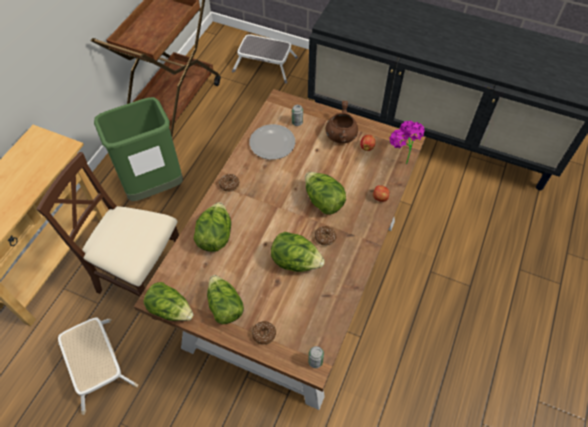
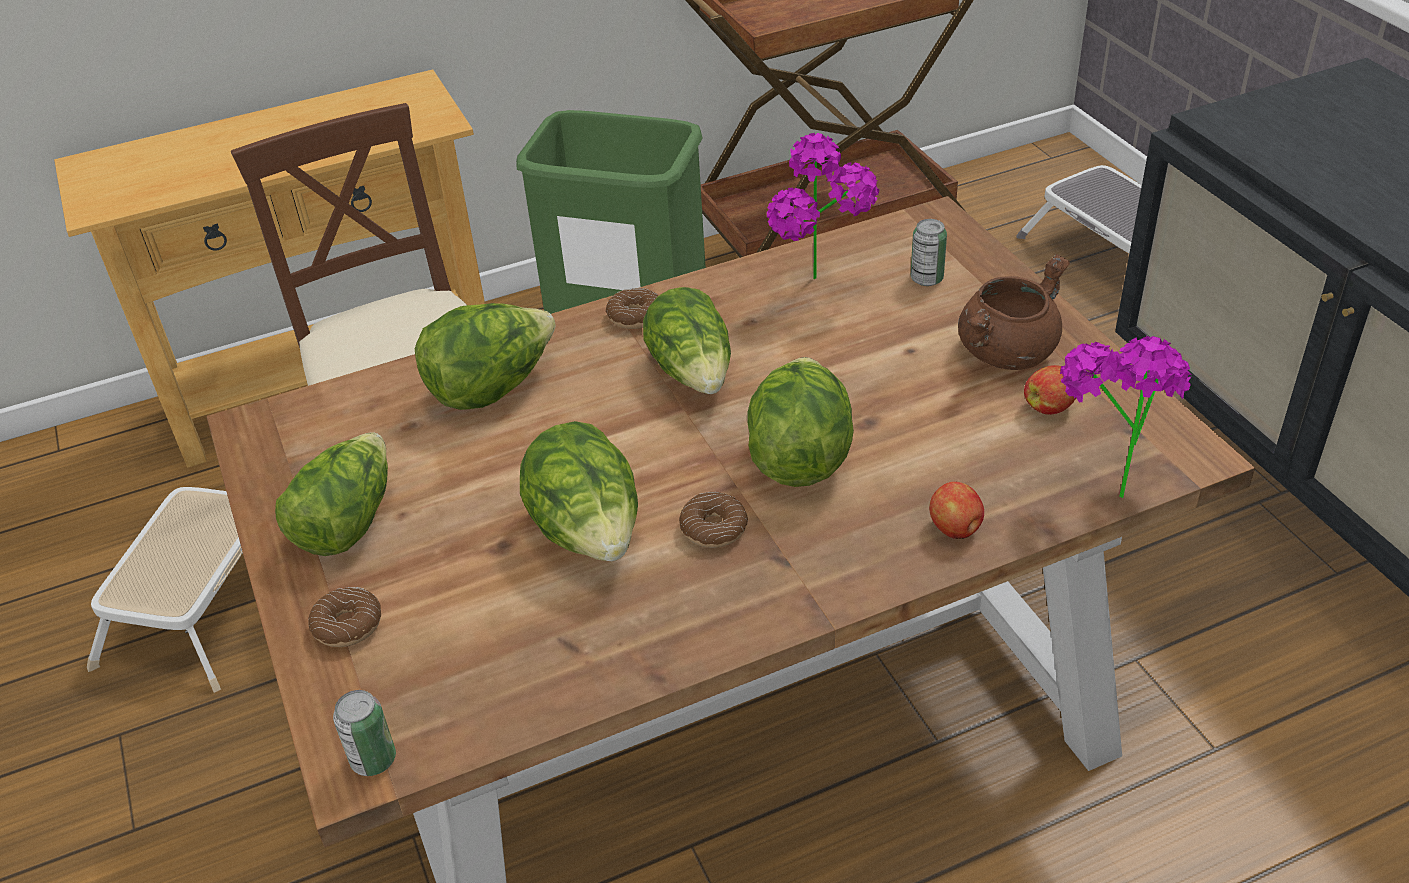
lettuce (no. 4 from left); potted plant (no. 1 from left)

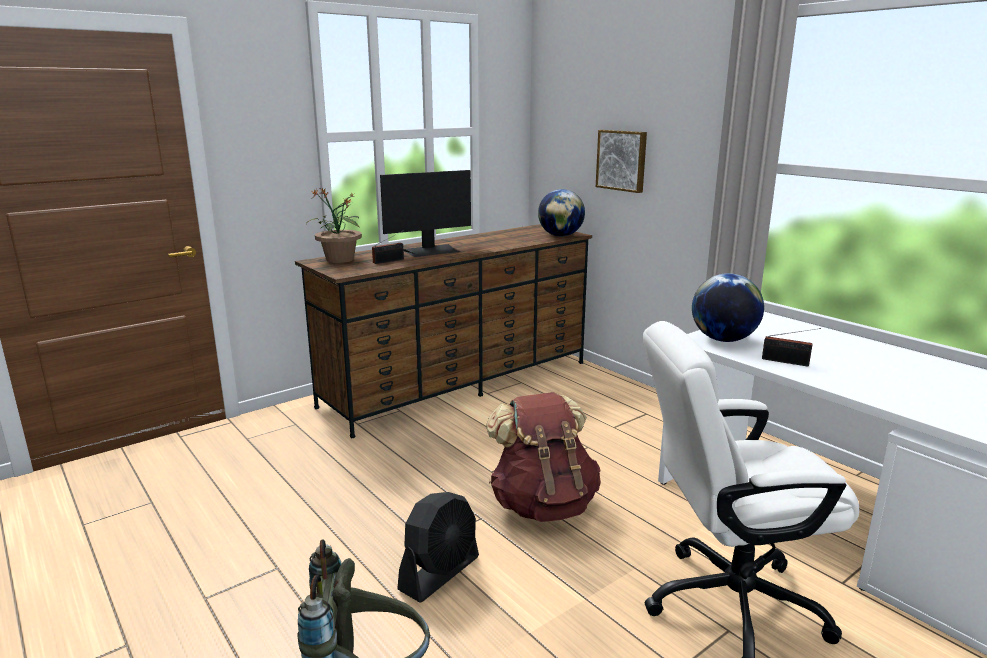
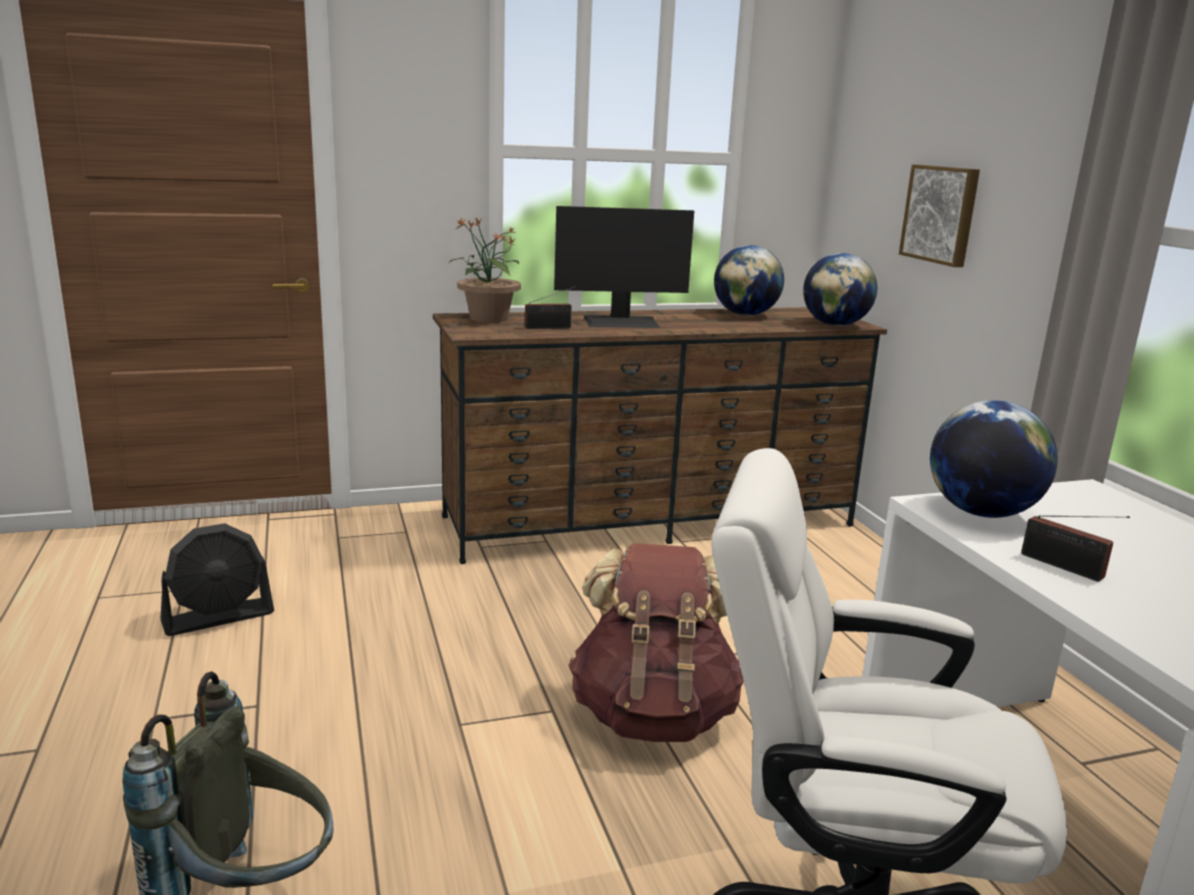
fan in black; globe (no. 1 from left)

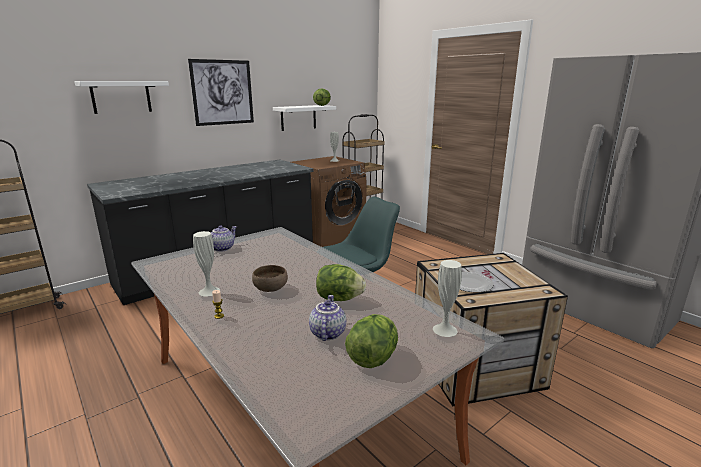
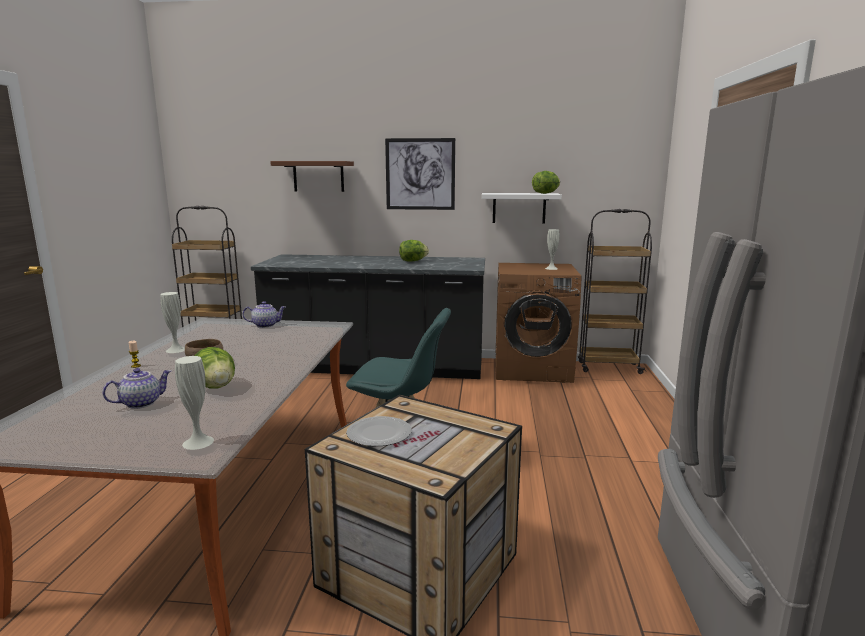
shelf in brown; lettuce (no. 2 from left)

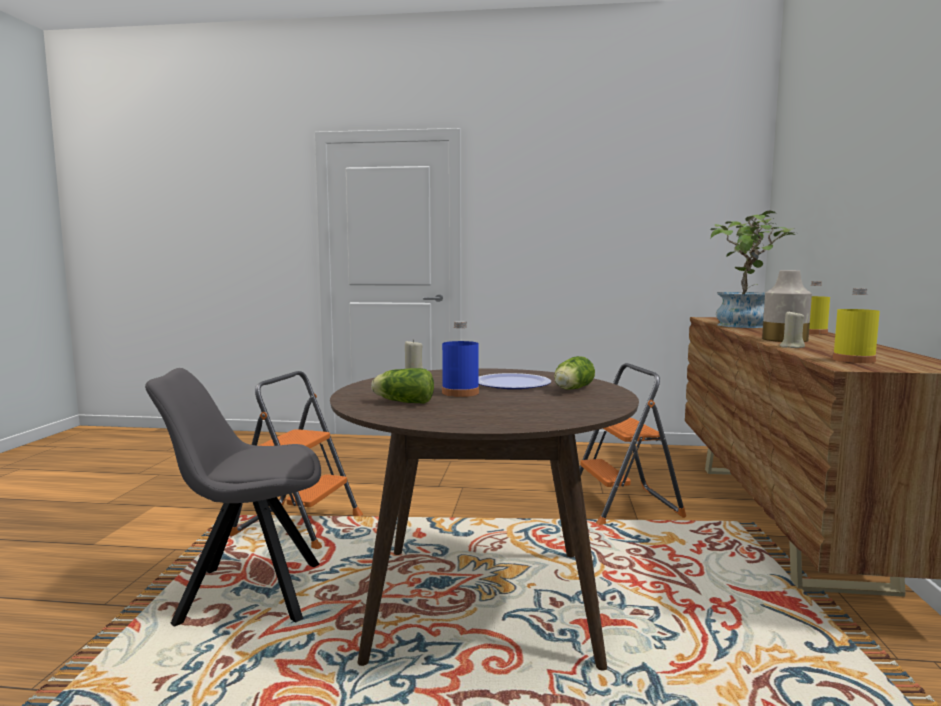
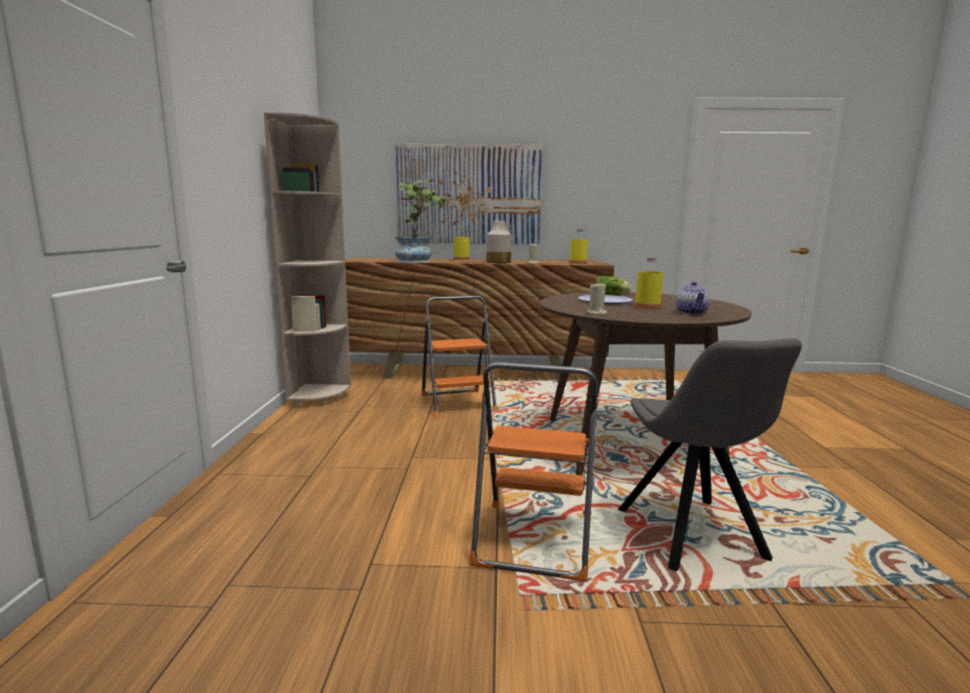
teapot; bottle in yellow (no. 3 from left); bookcase in beige; picture

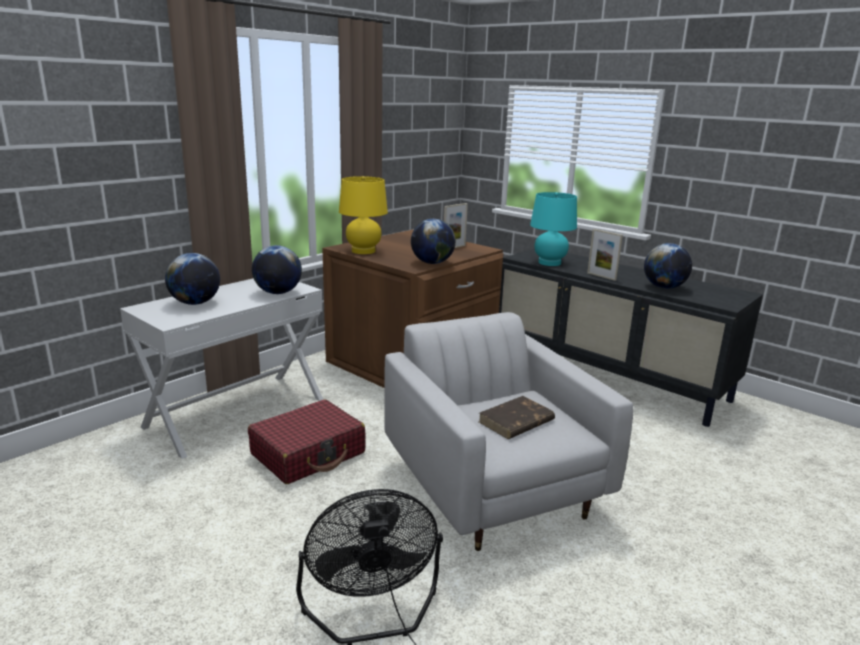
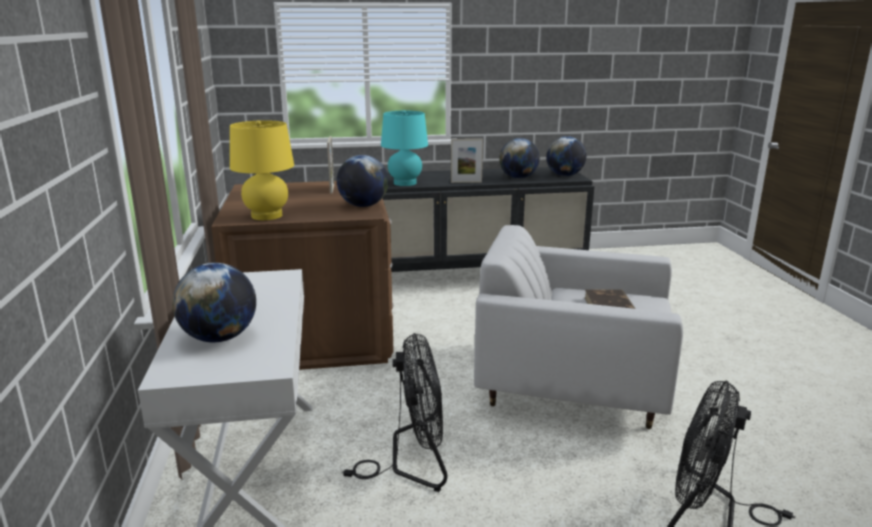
fan in black (no. 1 from left); globe (no. 4 from left)

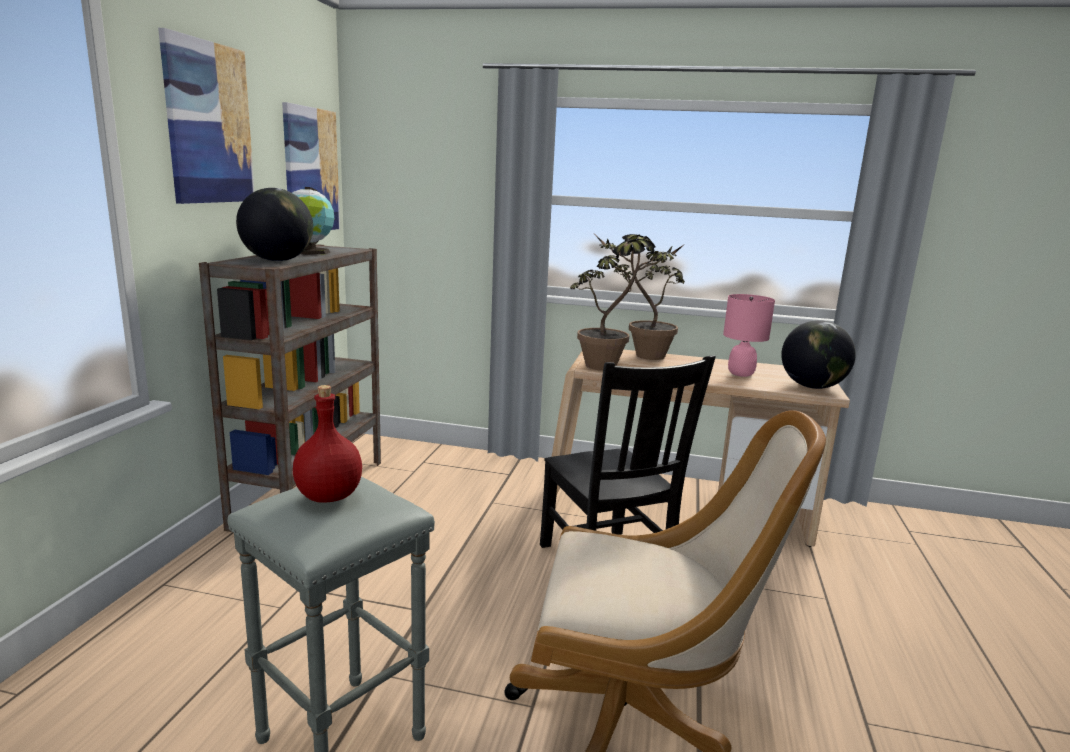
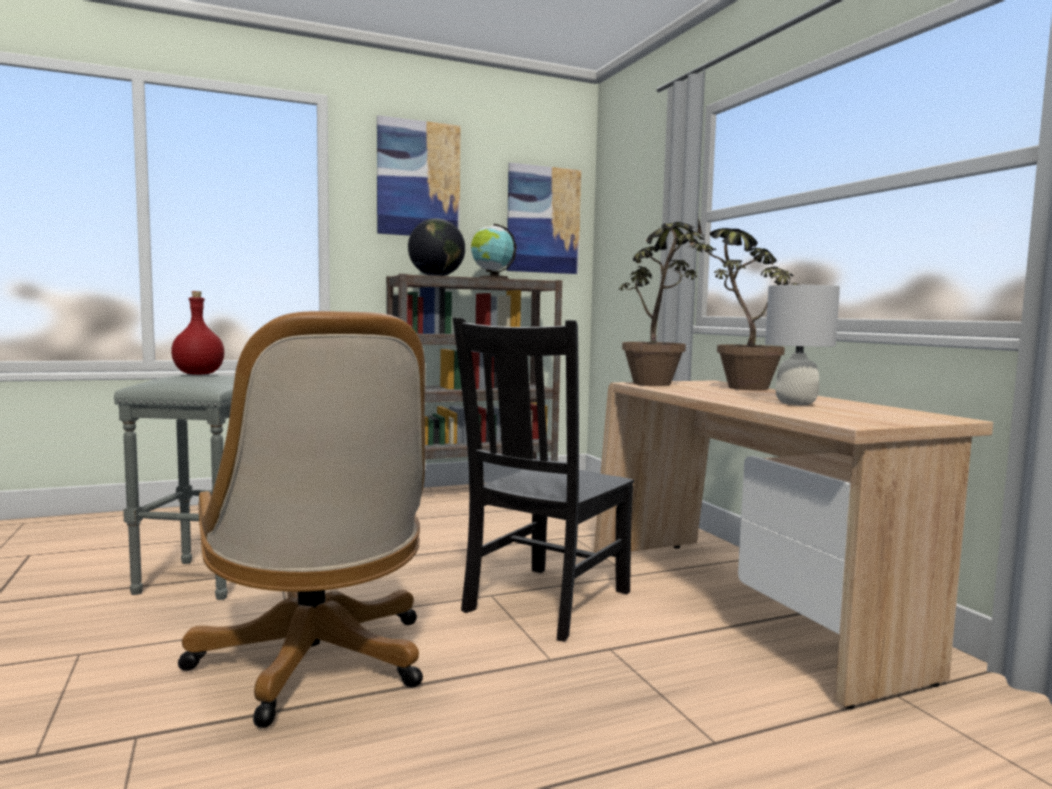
table lamp in grey; globe (no. 3 from left in the first image)

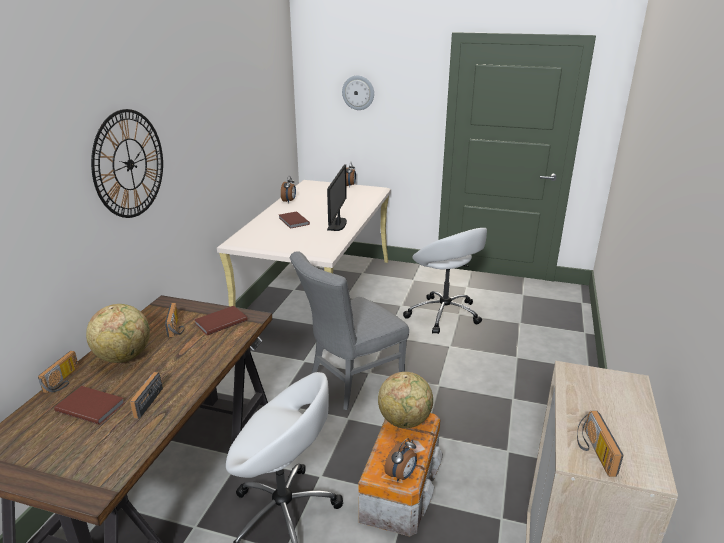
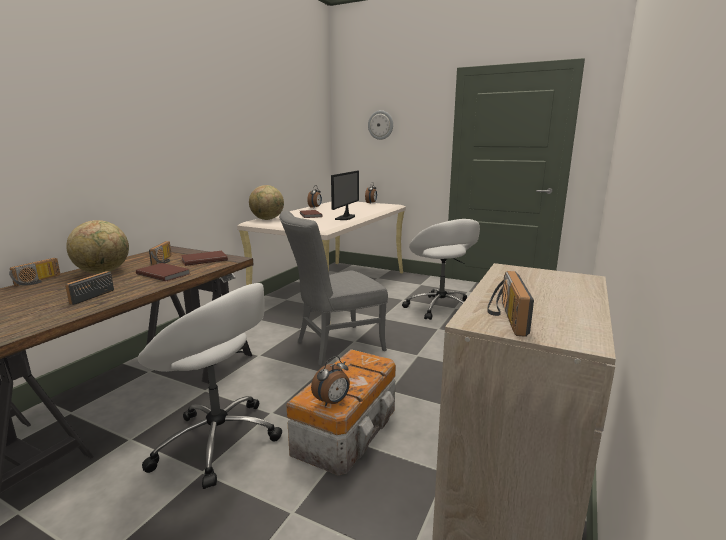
book in brown (no. 1 from left); wall clock (no. 1 from left in the first image); globe (no. 2 from left)

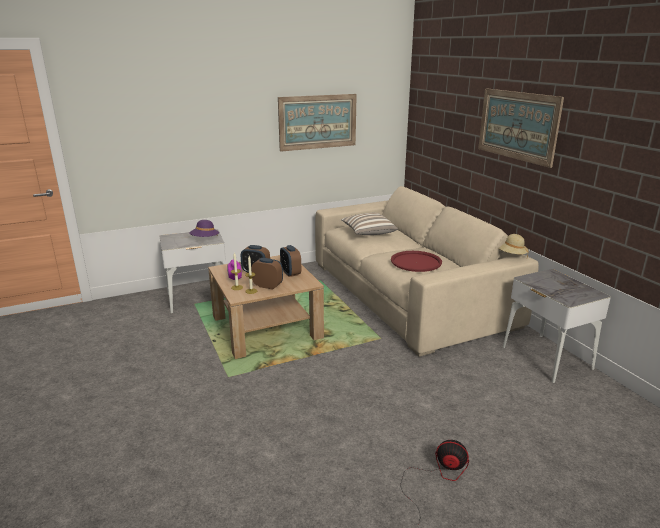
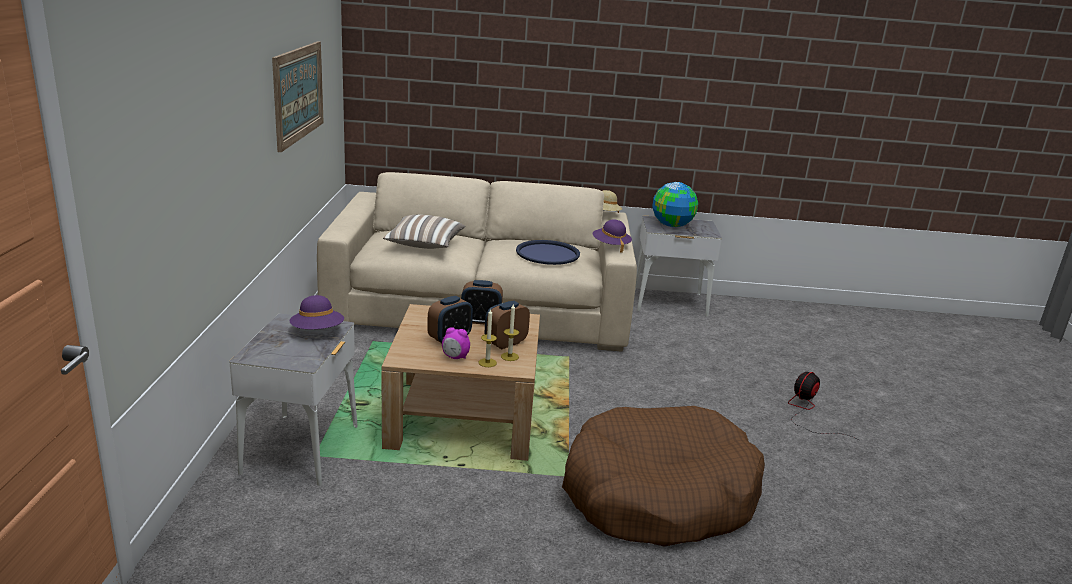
tray in blue; picture (no. 2 from left in the first image); dog bed in brown; hat in purple (no. 2 from left); globe

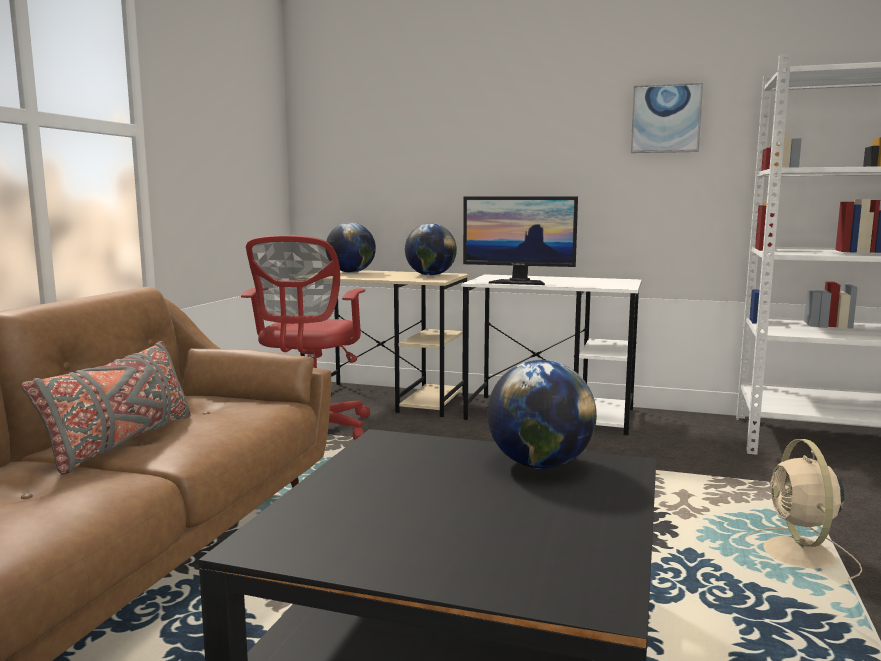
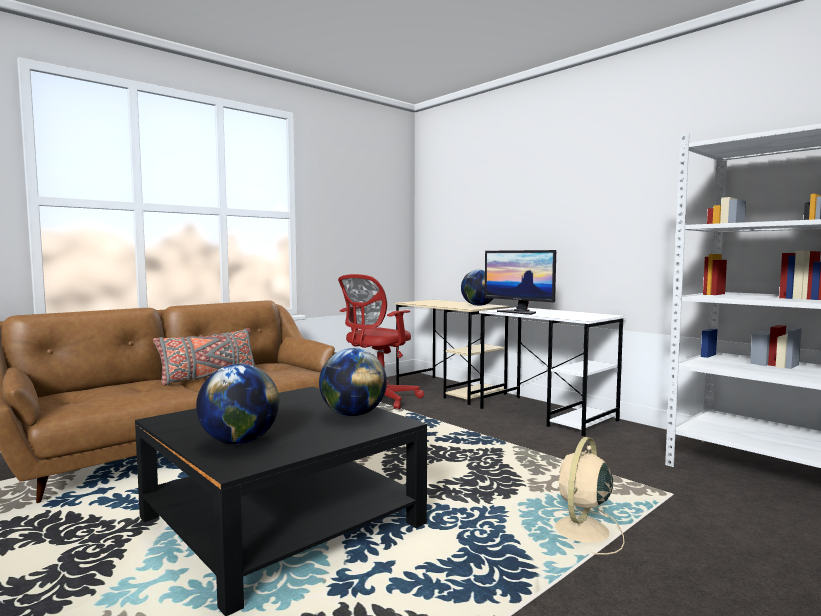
globe (no. 1 from left); picture

